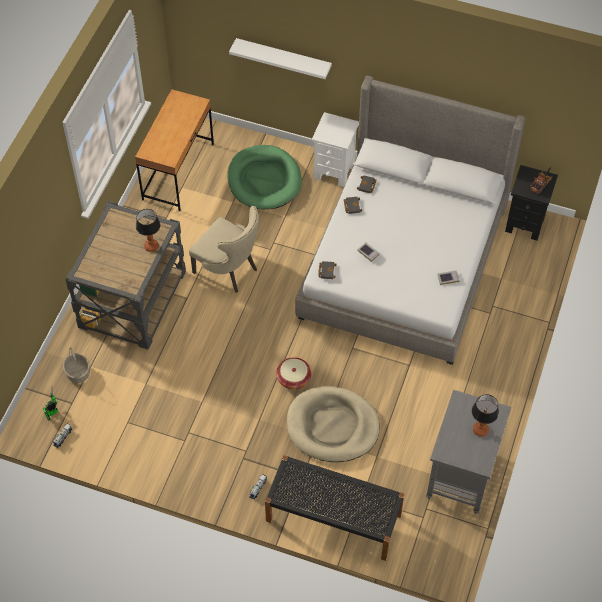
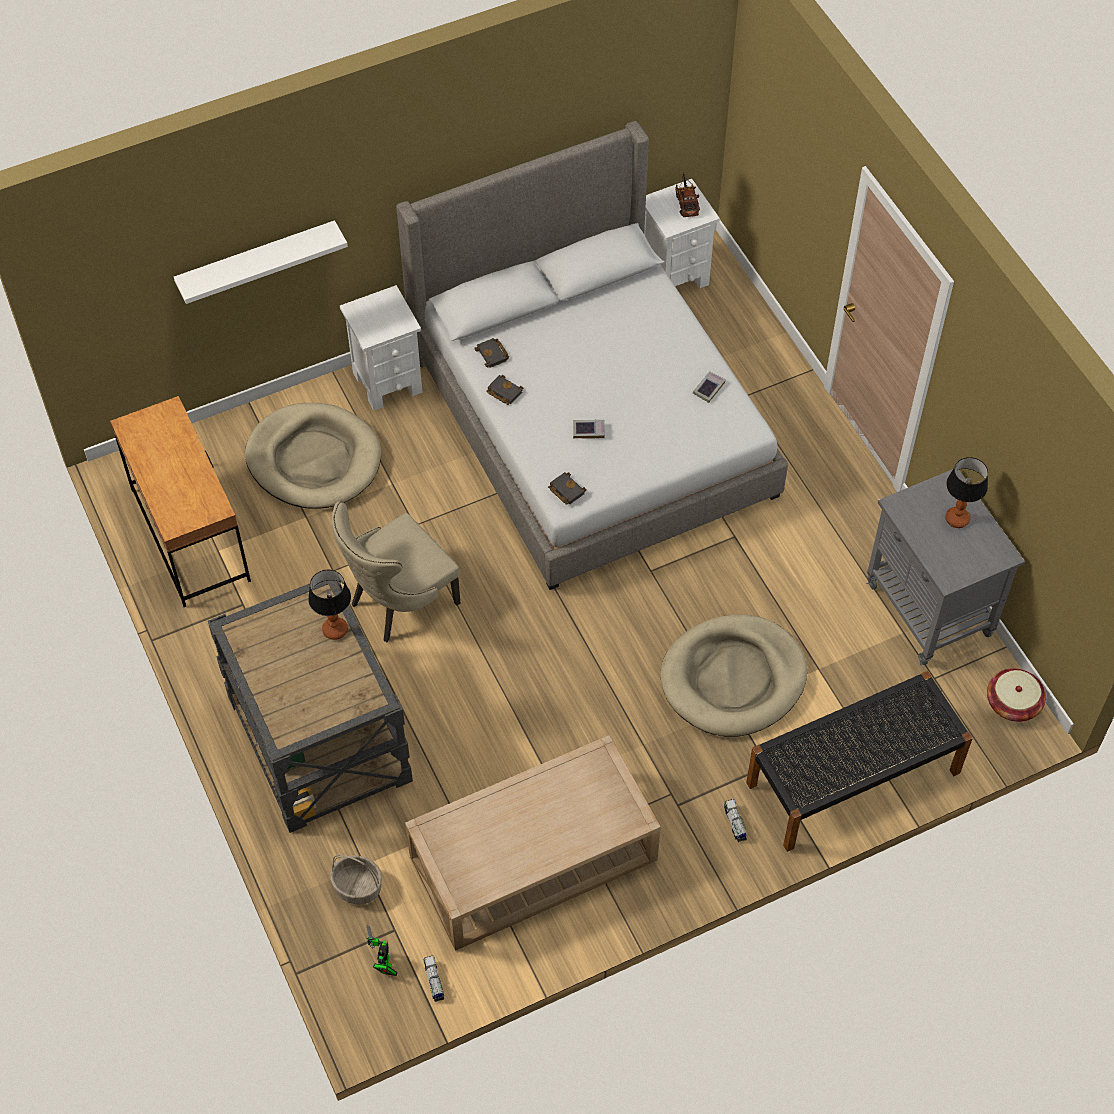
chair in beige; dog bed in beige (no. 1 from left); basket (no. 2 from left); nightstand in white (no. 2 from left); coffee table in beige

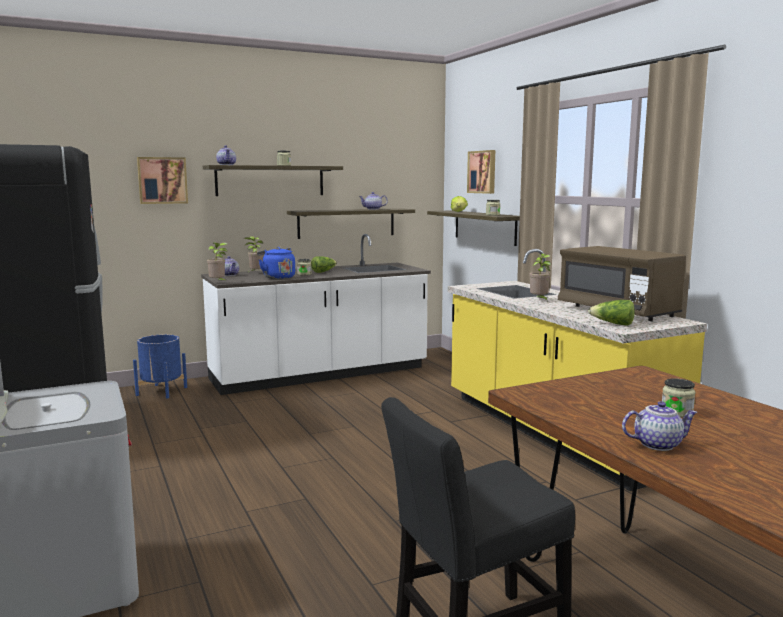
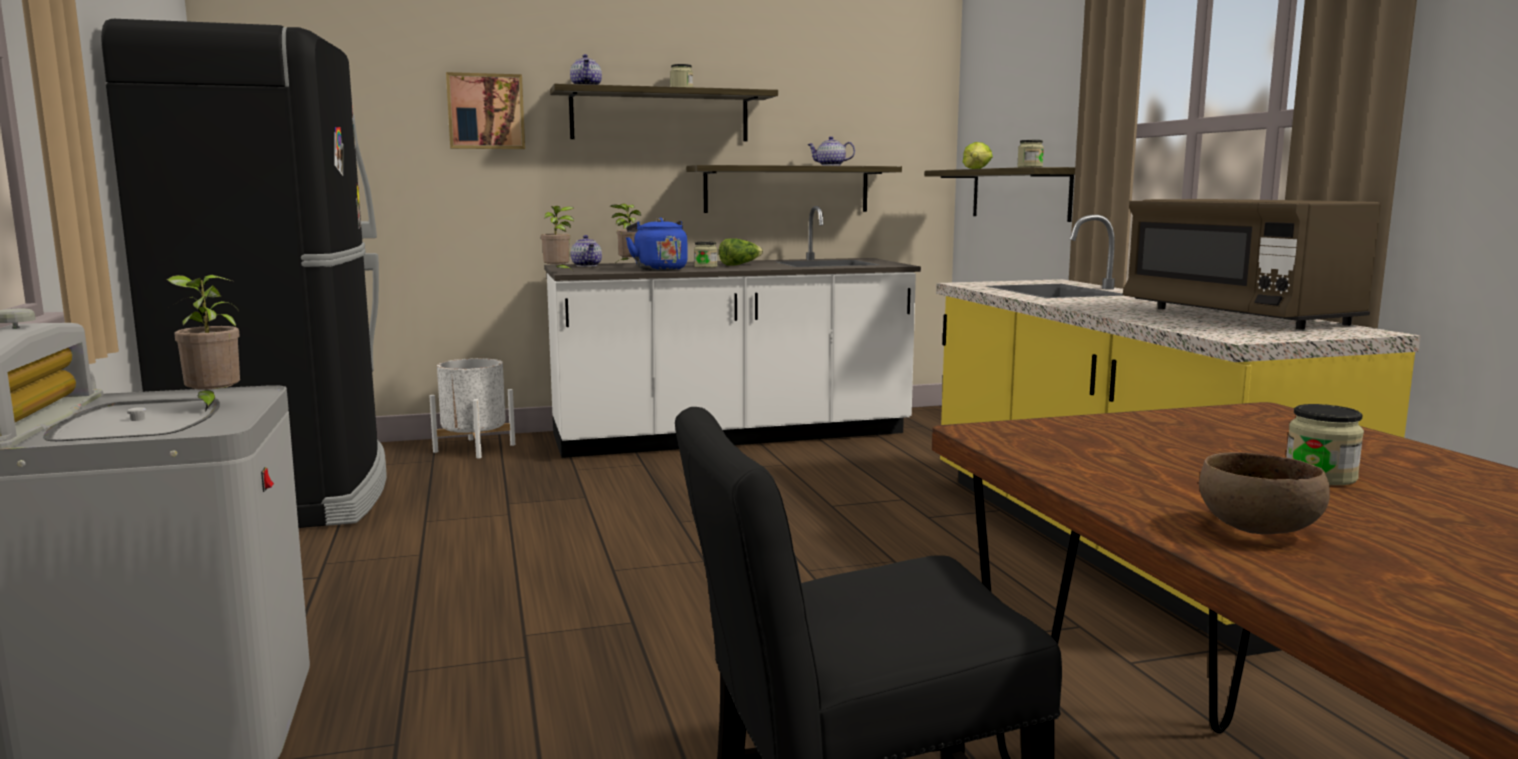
planter in white; picture (no. 2 from left in the first image); potted plant (no. 1 from left); lettuce (no. 3 from left in the first image); bowl in brown

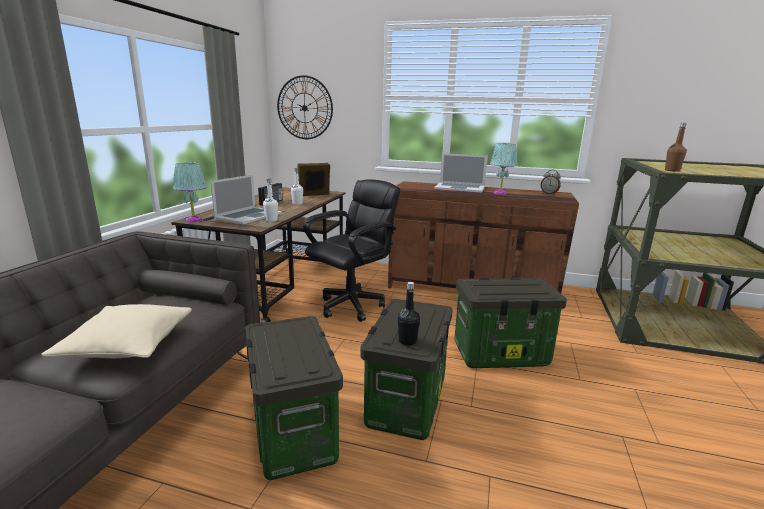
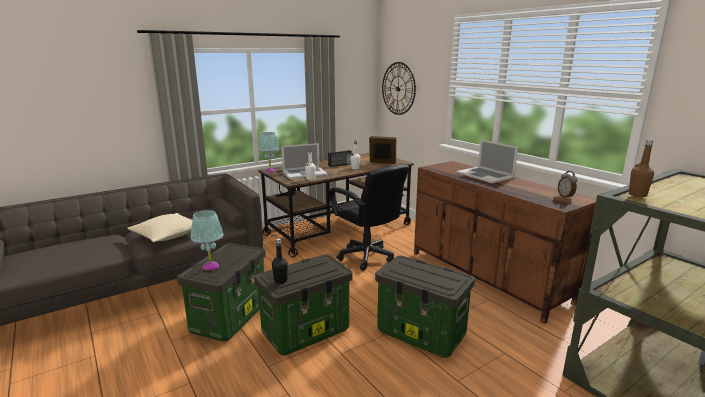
office chair in black; table lamp in turquoise (no. 1 from left)

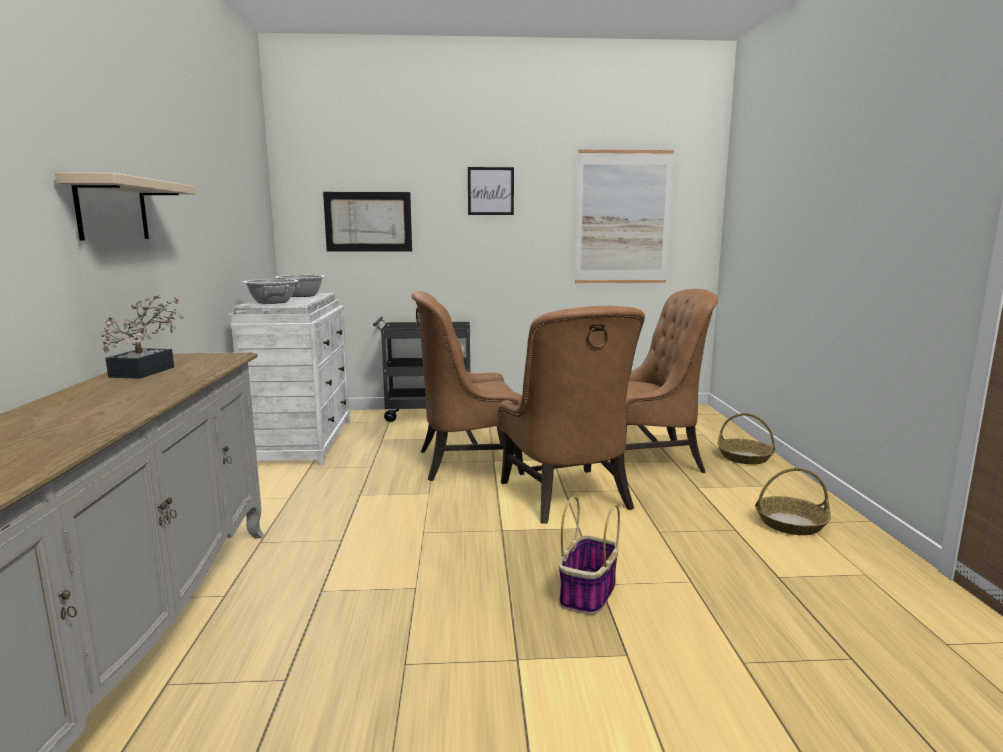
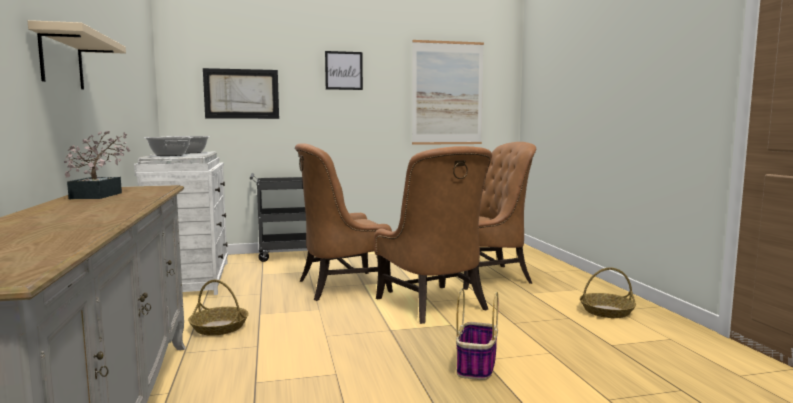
basket (no. 1 from left)

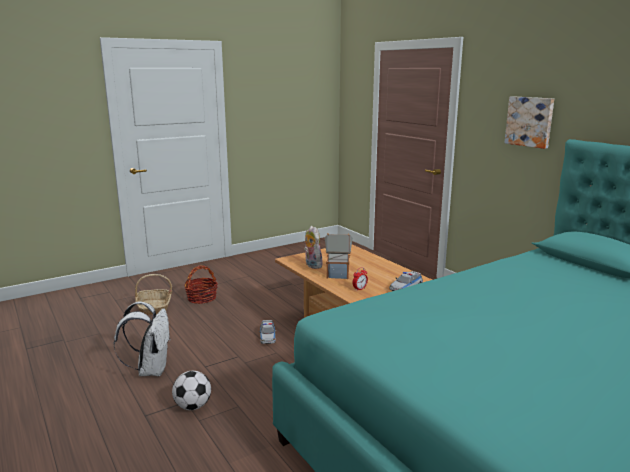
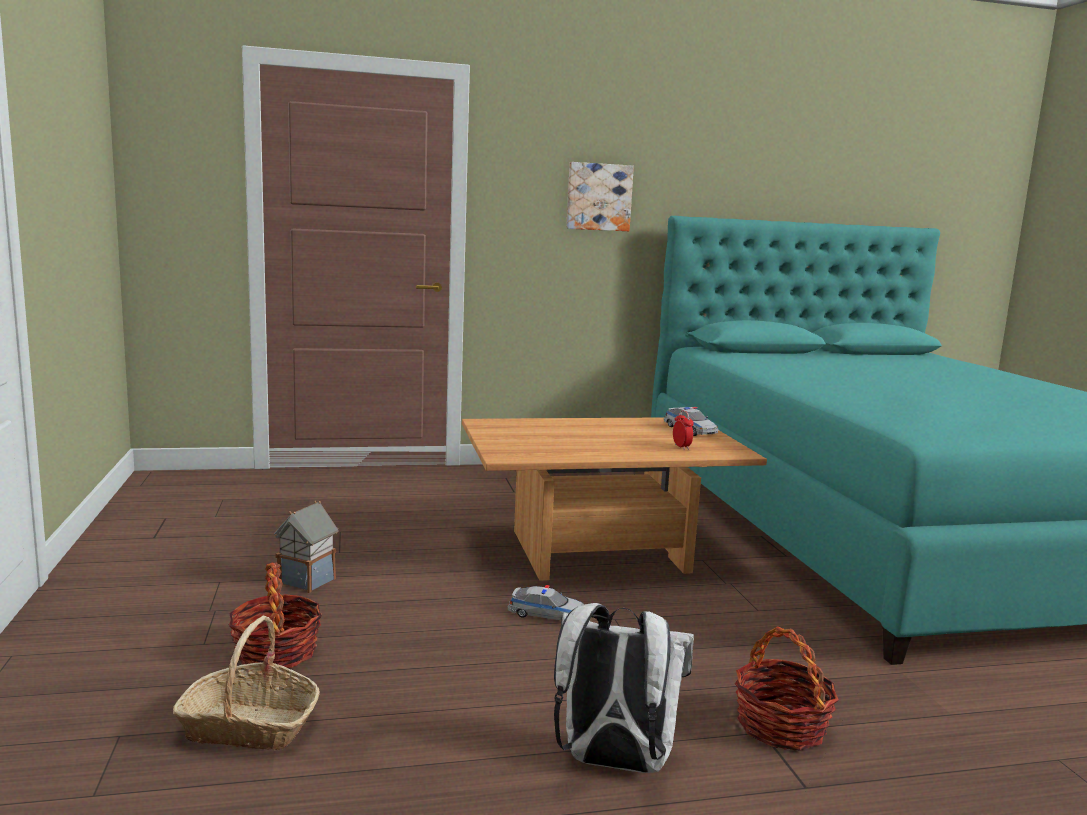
basket (no. 3 from left); plush toy; toy house

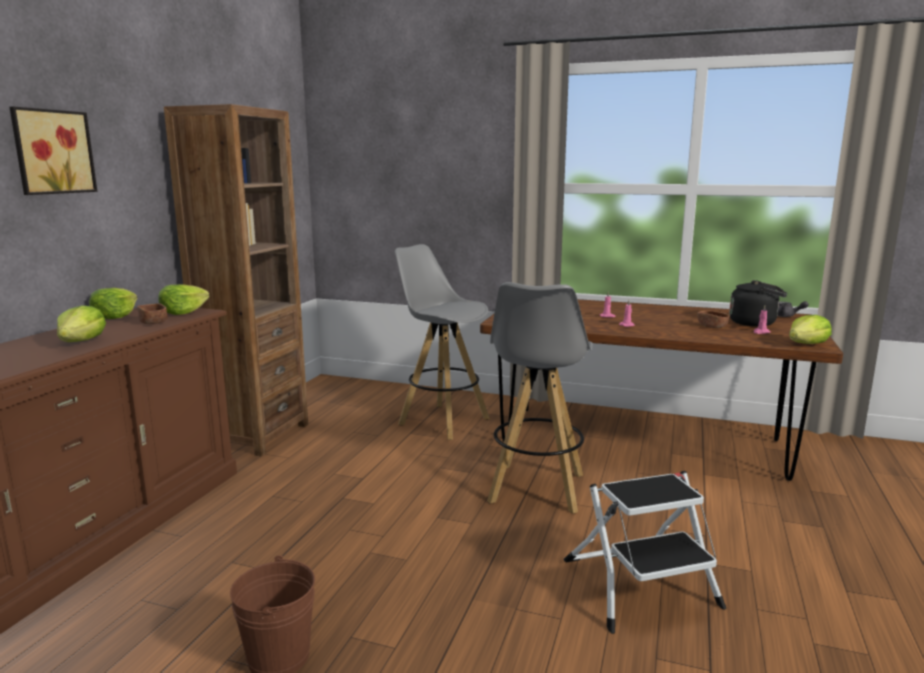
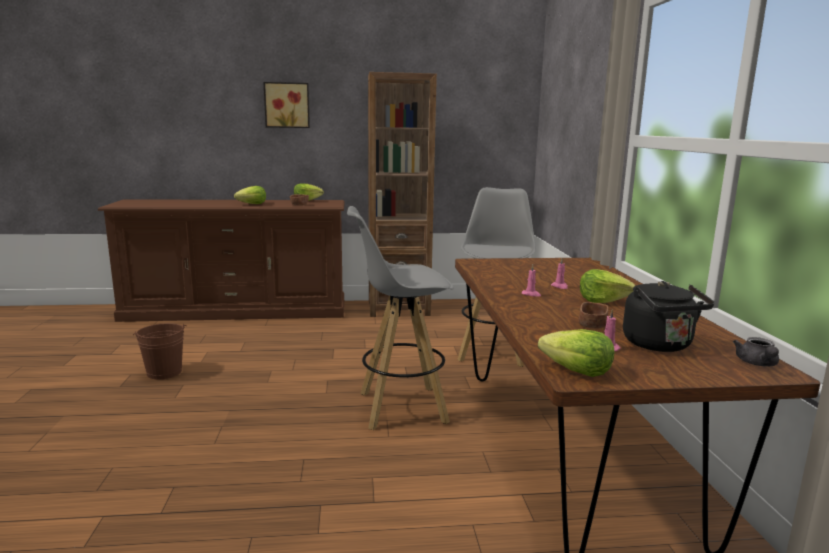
lettuce (no. 4 from left); step ladder

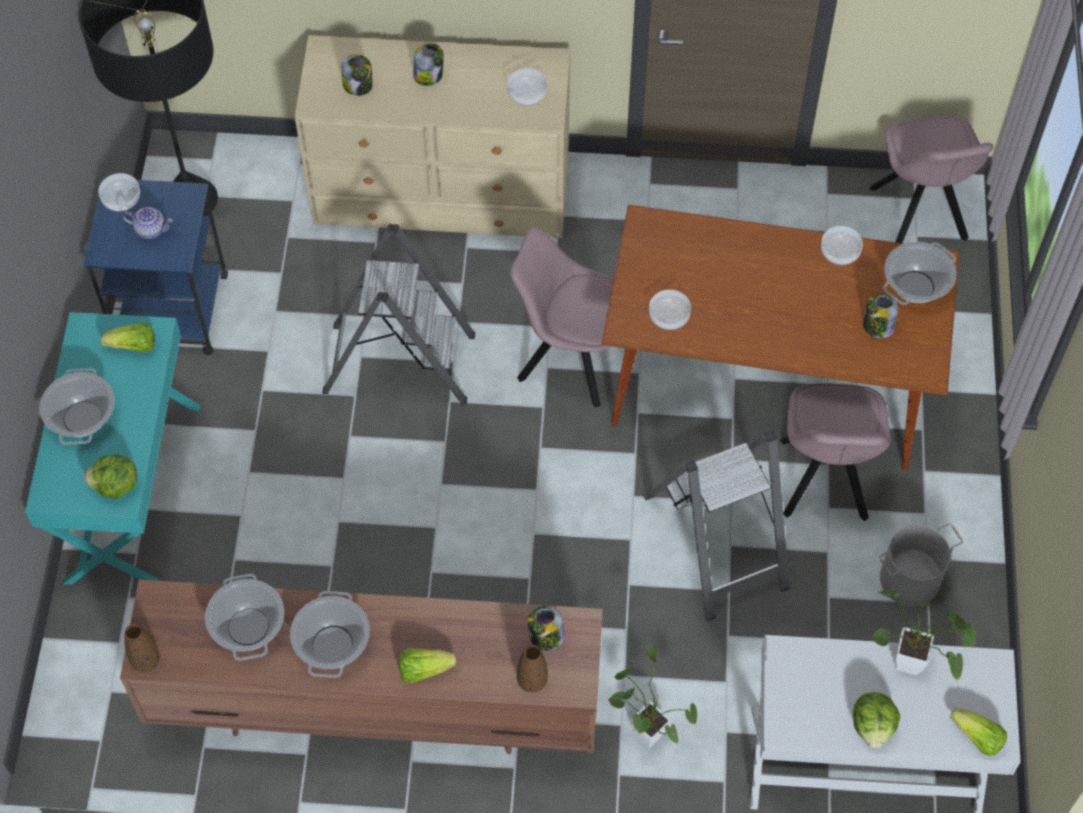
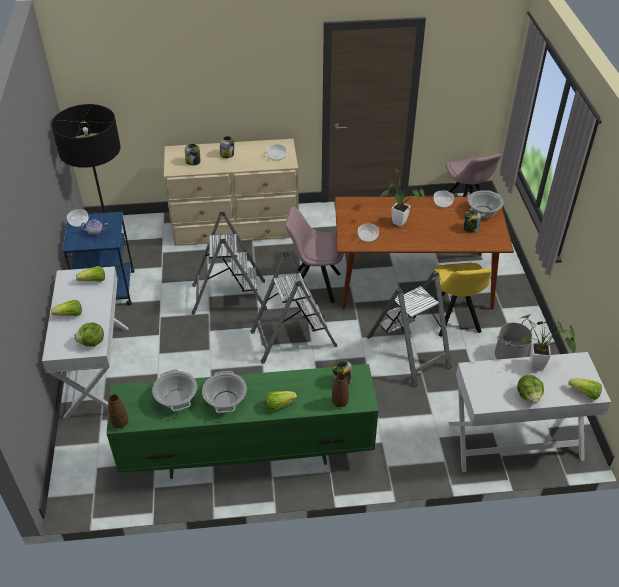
console table in white (no. 1 from left); lettuce (no. 1 from left); cabinet in green; potted plant (no. 1 from left); chair in yellow; step ladder in grey (no. 2 from left)

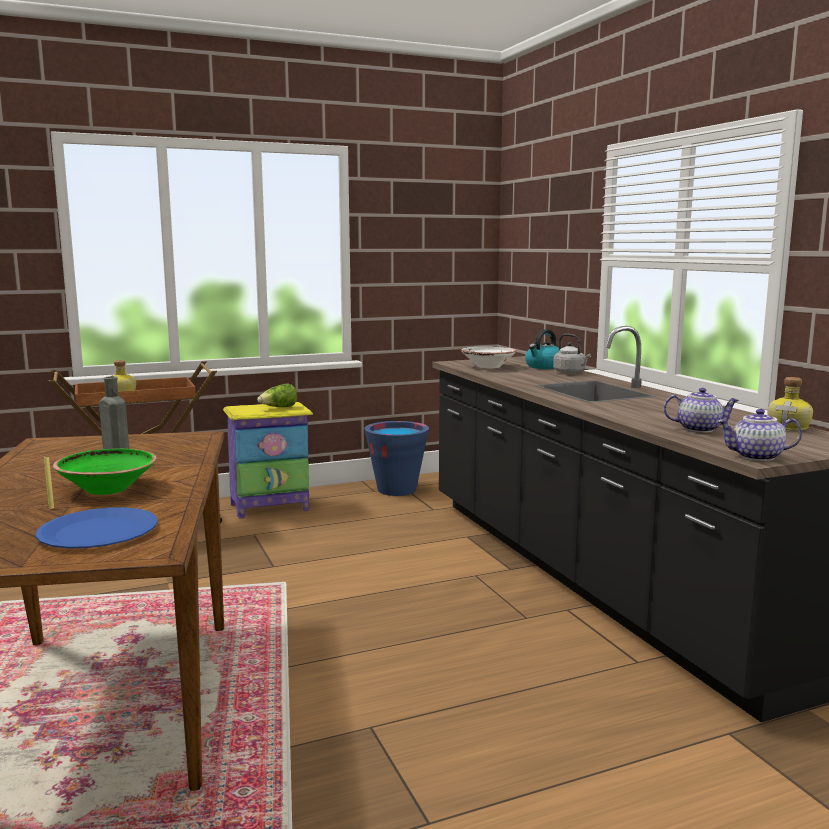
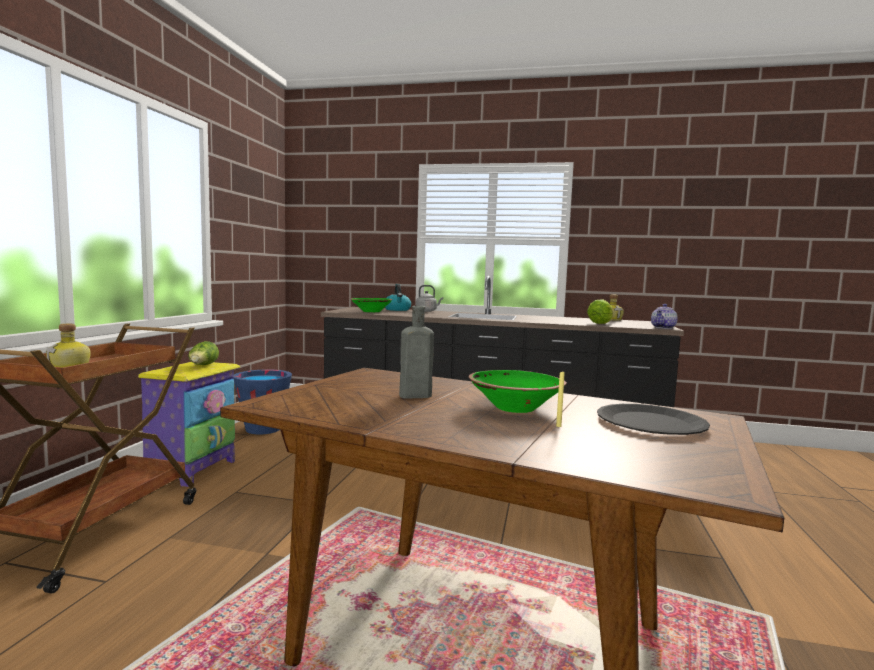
plate in black; bowl in green (no. 1 from left); lettuce (no. 2 from left)

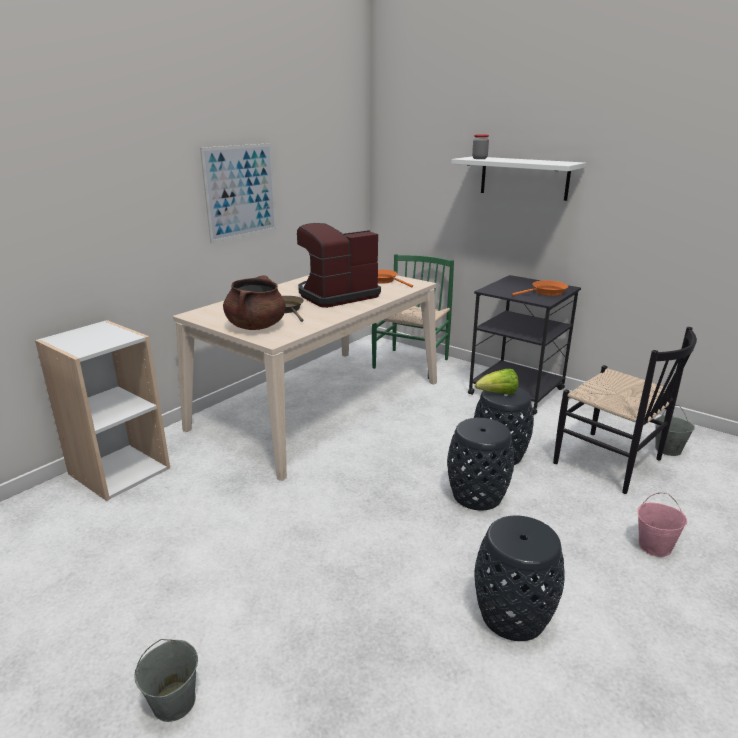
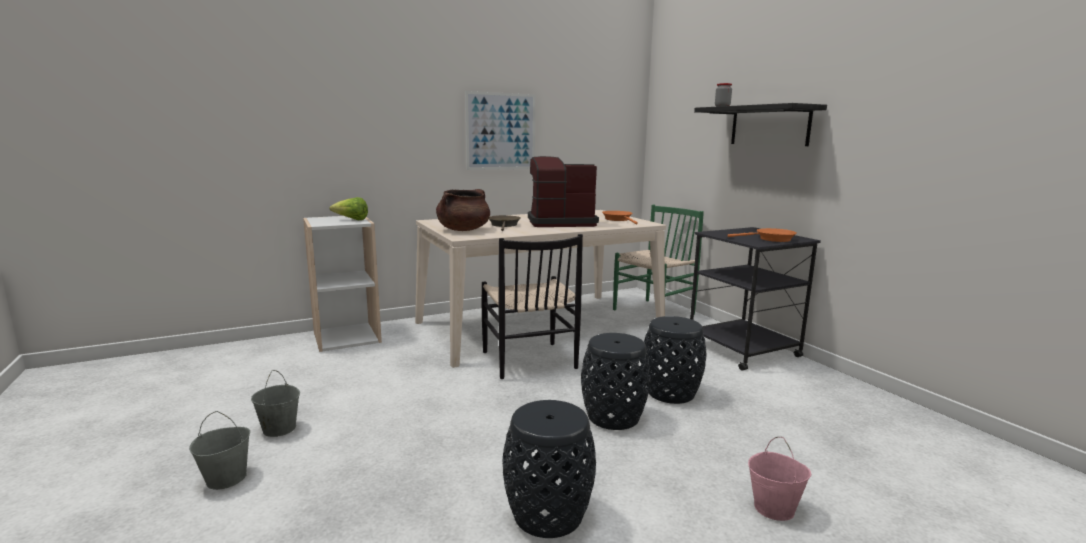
shelf in black; lettuce; chair in black; bucket in grey (no. 2 from left)

